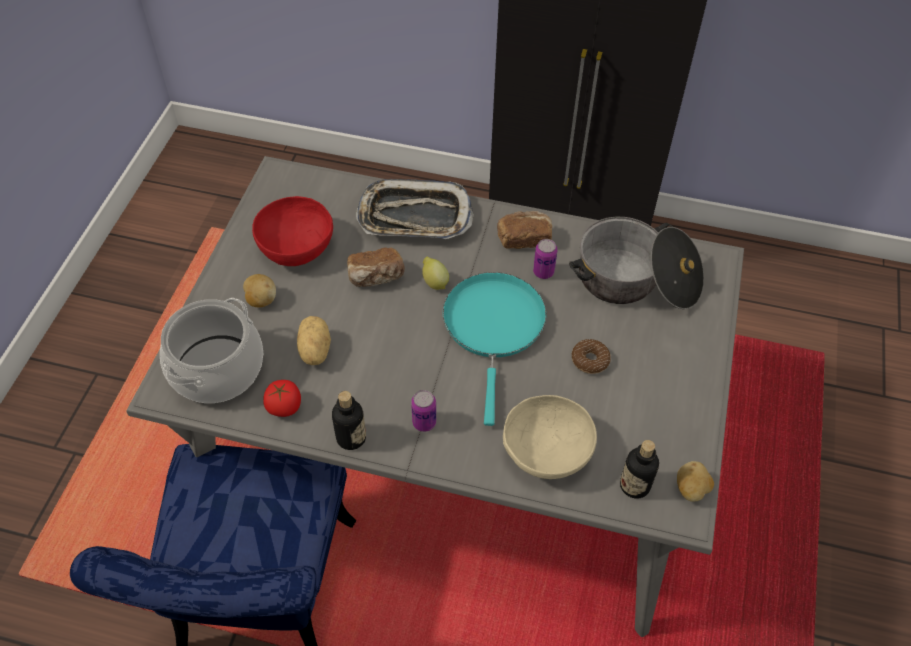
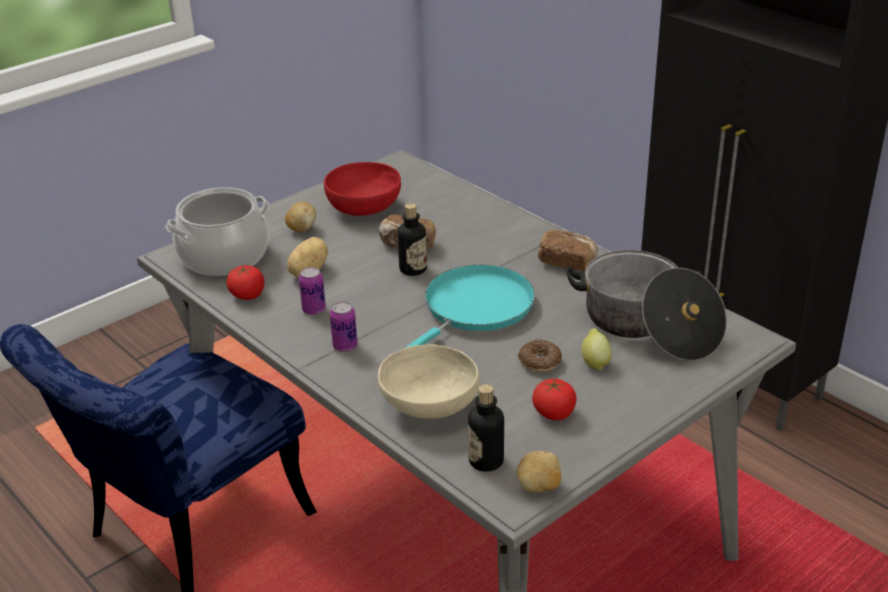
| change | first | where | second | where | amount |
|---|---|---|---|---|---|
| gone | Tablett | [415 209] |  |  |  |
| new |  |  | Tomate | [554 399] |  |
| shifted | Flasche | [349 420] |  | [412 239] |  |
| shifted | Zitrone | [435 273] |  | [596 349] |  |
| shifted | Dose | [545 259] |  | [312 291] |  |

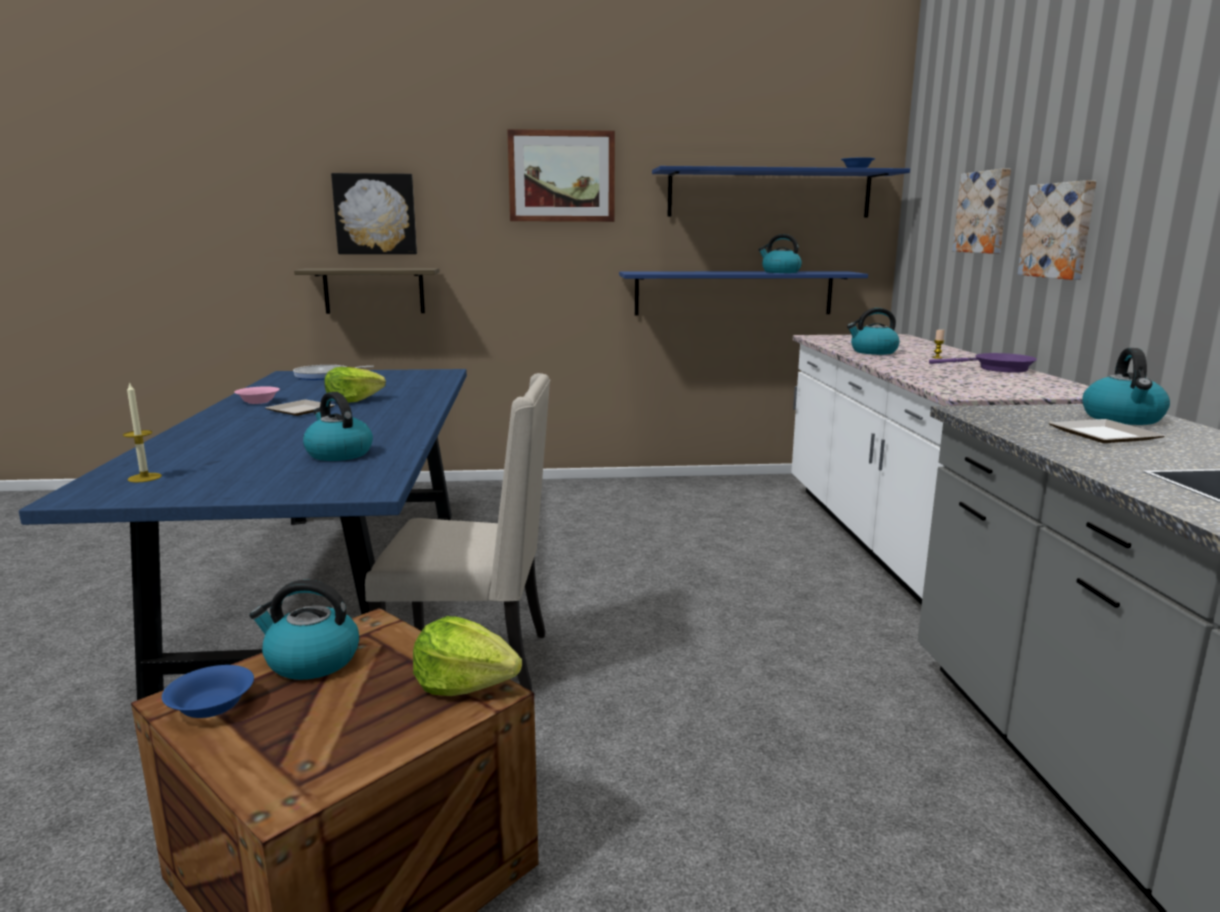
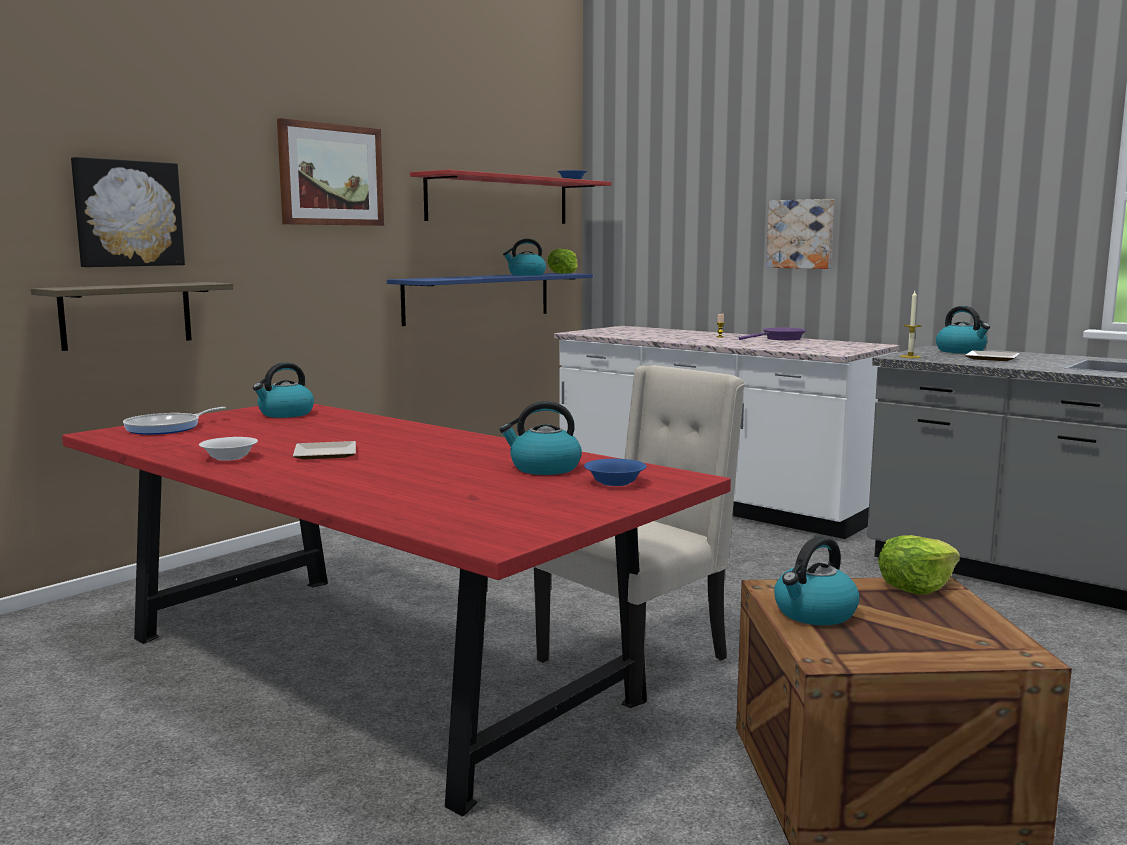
| change | first | where | second | where | amount |
|---|---|---|---|---|---|
| gone | Bild | [981 211] |  |  |  |
| shifted | Kerze | [142 432] |  | [911 324] |  |
| shifted | Schüssel [blau] | [208 691] |  | [615 472] |  |
| shifted | Salatkopf | [355 385] |  | [562 261] |  |
| shifted | Wasserkessel | [873 331] |  | [283 390] |  |
| repainted | Esstisch [blau] | [243 534] | Esstisch [rot] | [396 610] |  |
| repainted | Schüssel [rosa] | [257 395] | Schüssel [weiß] | [228 449] |  |
| repainted | Wandregal [blau] | [781 192] | Wandregal [rot] | [511 197] |  |

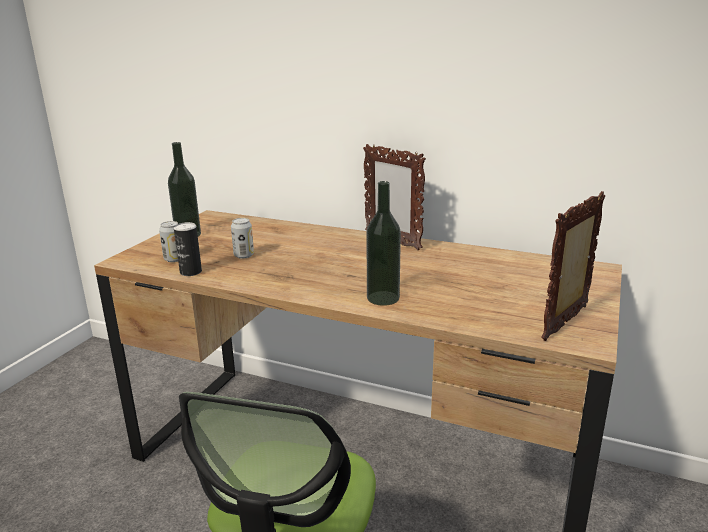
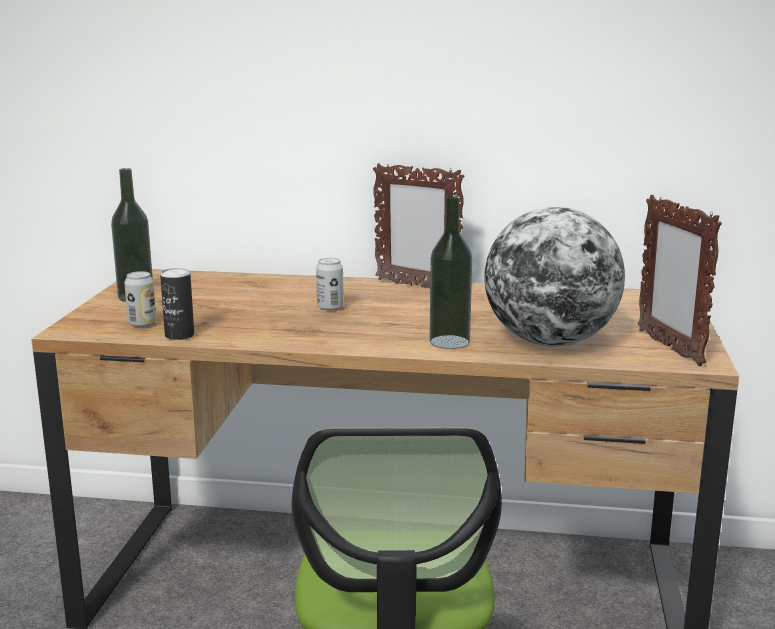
| change | first | where | second | where | amount |
|---|---|---|---|---|---|
| new |  |  | Globus | [554 276] |  |
| shifted | Dose | [242 238] |  | [330 284] |  |
| rotated | Bilderrahmen | [573 266] |  | [680 280] | 45 degrees counterclockwise |

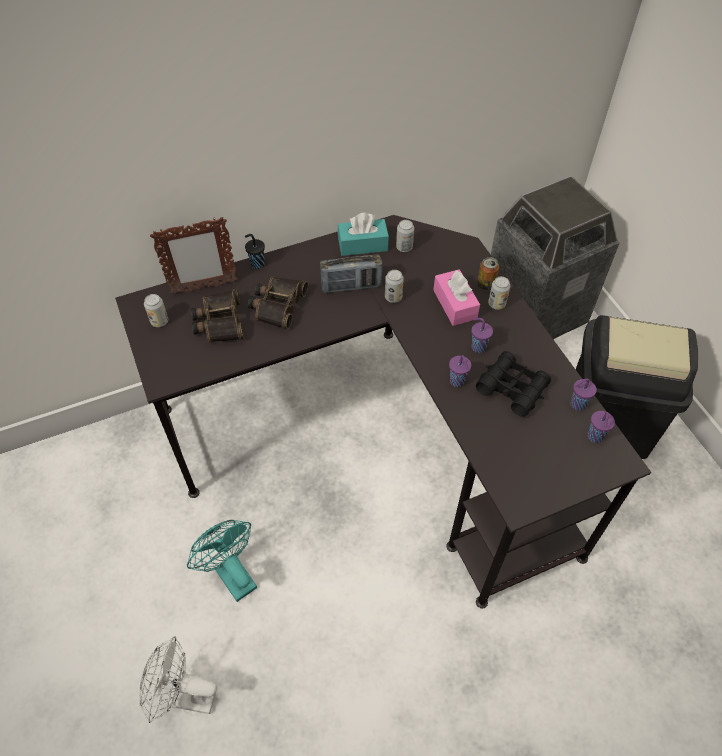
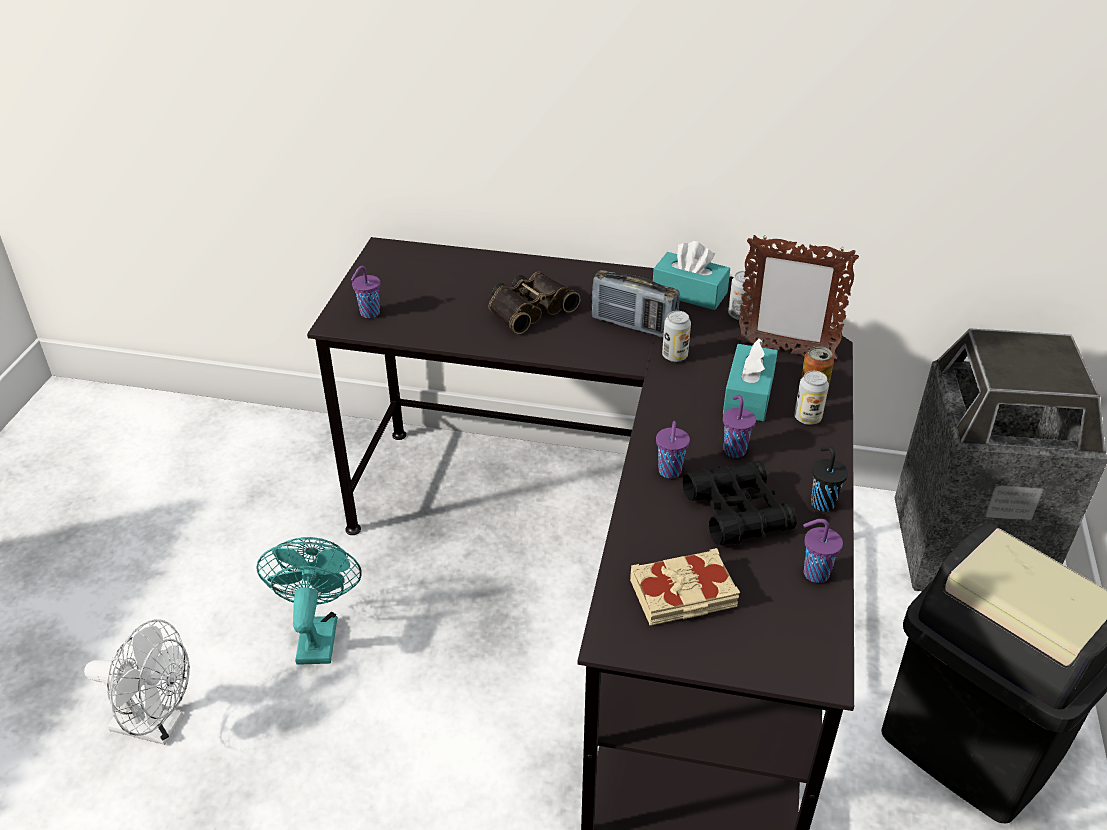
| change | first | where | second | where | amount |
|---|---|---|---|---|---|
| gone | Dose | [156 310] |  |  |  |
| gone | Fernglas | [217 315] |  |  |  |
| new |  |  | Buch [beige] | [685 587] |  |
| shifted | Bilderrahmen | [194 256] |  | [798 297] |  |
| shifted | Tasse [schwarz] | [255 251] |  | [829 479] |  |
| shifted | Tasse [lila] | [601 427] |  | [366 292] |  |
| repainted | Taschentuchbox [rosa] | [456 297] | Taschentuchbox [türkis] | [750 379] |  |
| rotated | Ventilator [weiß] | [178 679] |  | [137 682] | 150 degrees clockwise |

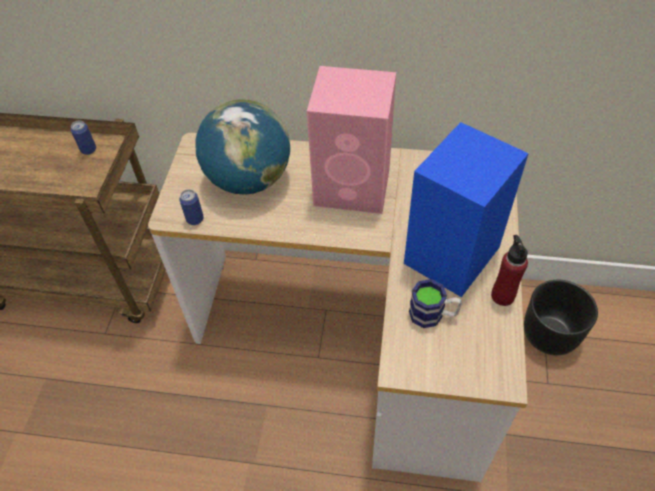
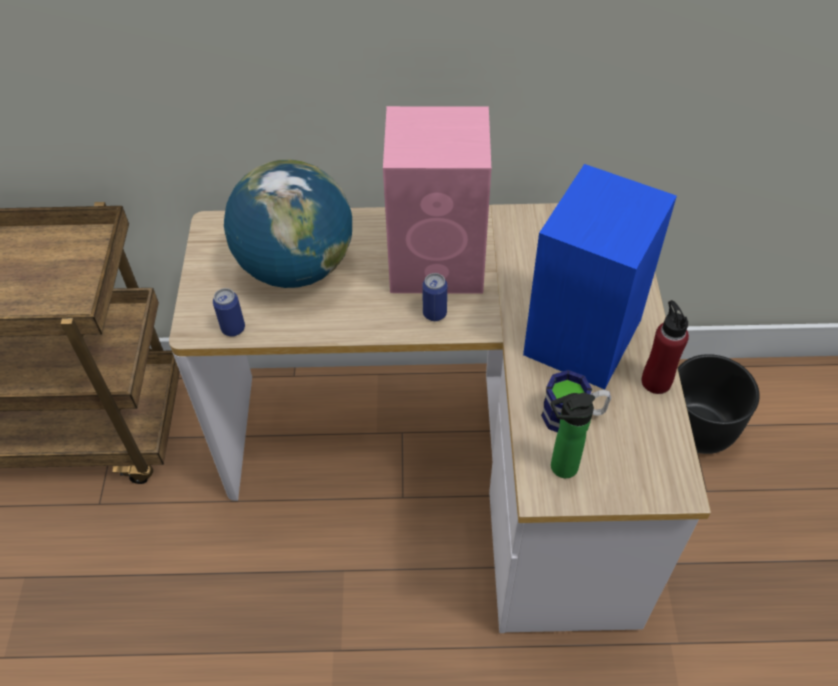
| change | first | where | second | where | amount |
|---|---|---|---|---|---|
| new |  |  | Flasche | [573 435] |  |
| shifted | Dose | [83 137] |  | [434 297] |  |

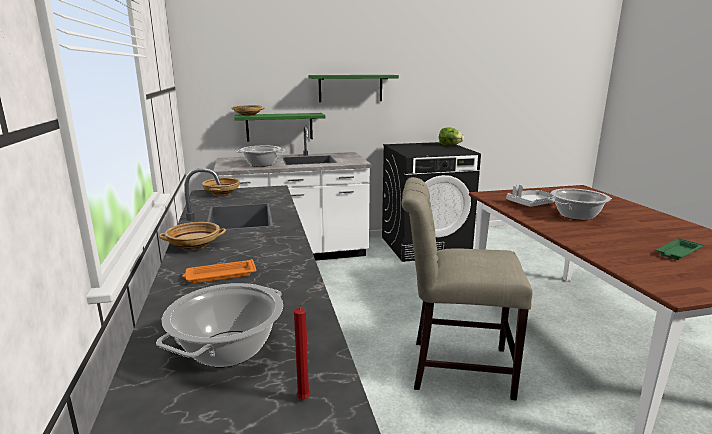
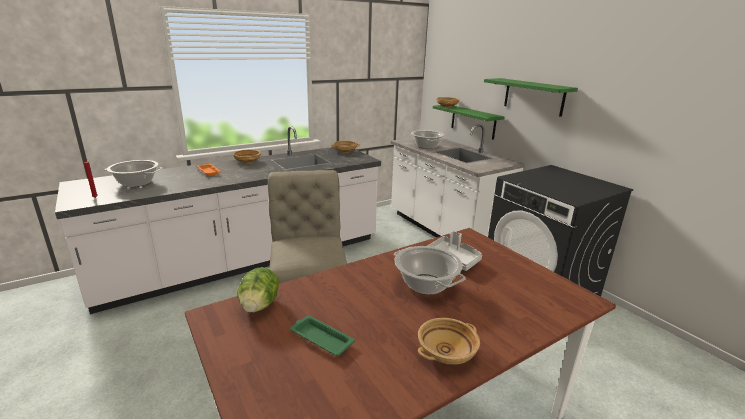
| change | first | where | second | where | amount |
|---|---|---|---|---|---|
| new |  |  | Schüssel [beige] | [449 341] |  |
| shifted | Salatkopf | [451 136] |  | [258 290] |  |

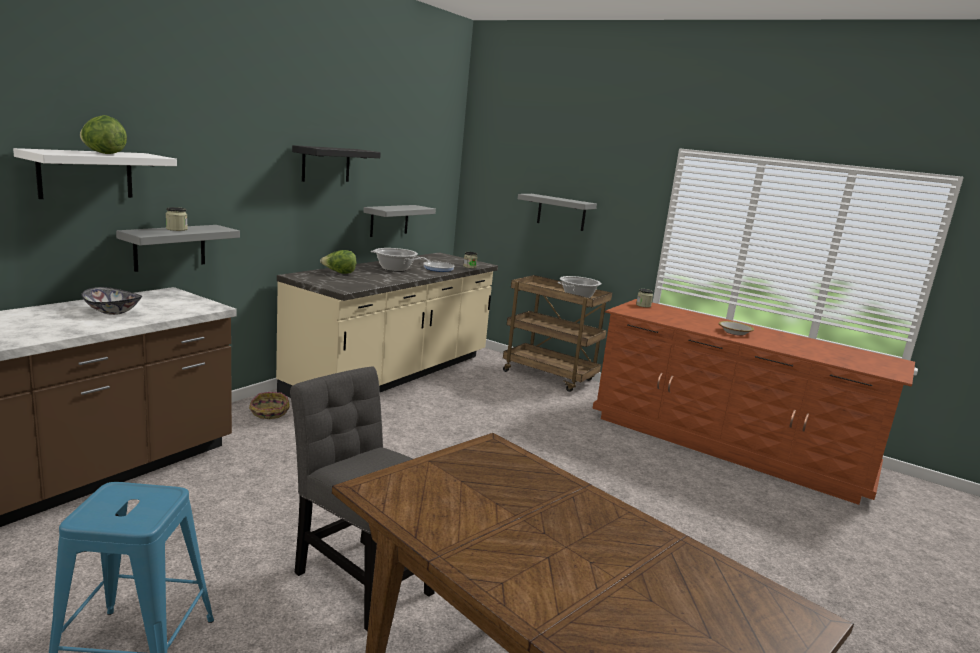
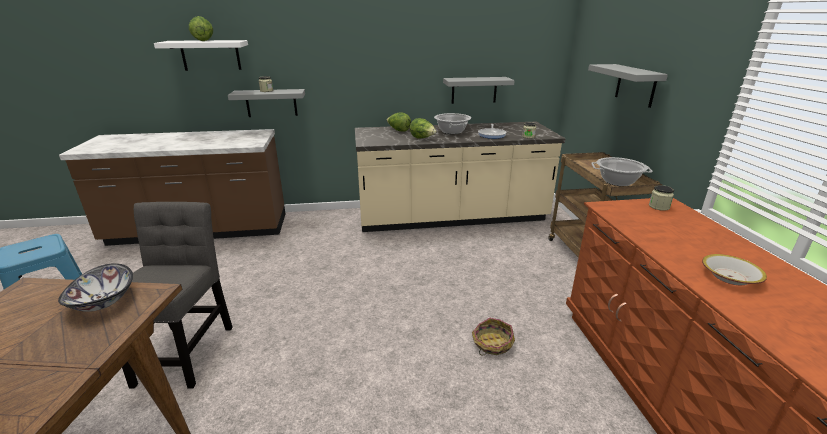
| change | first | where | second | where | amount |
|---|---|---|---|---|---|
| gone | Wandregal [schwarz] | [336 163] |  |  |  |
| new |  |  | Salatkopf | [423 128] |  |
| shifted | Schüssel | [111 301] |  | [95 287] |  |
| shifted | Korb | [269 405] |  | [493 336] |  |

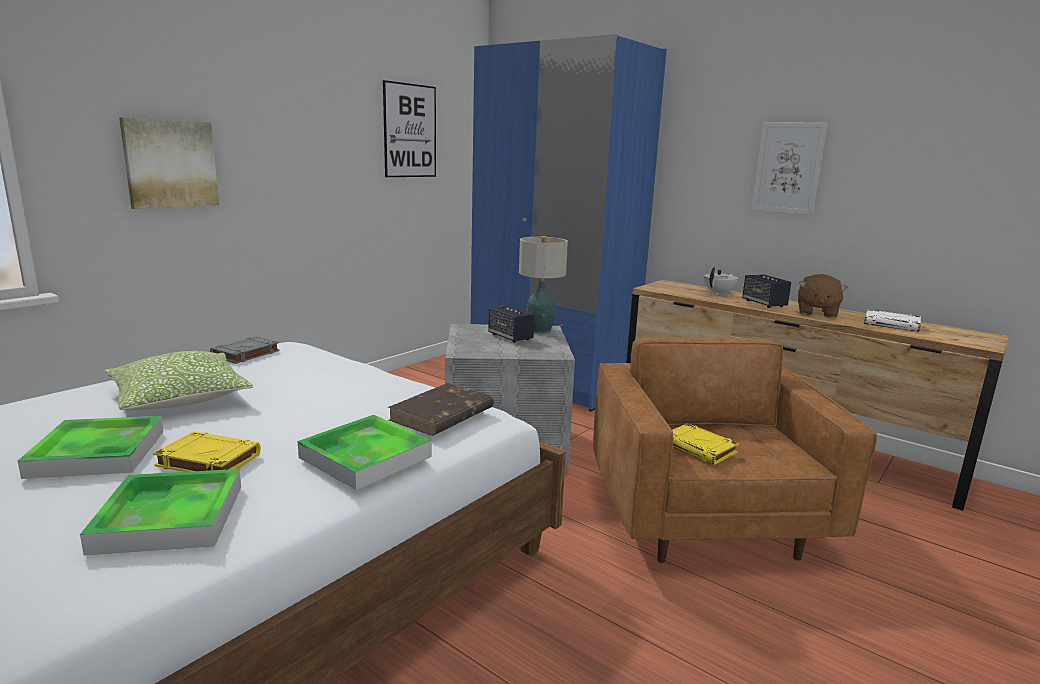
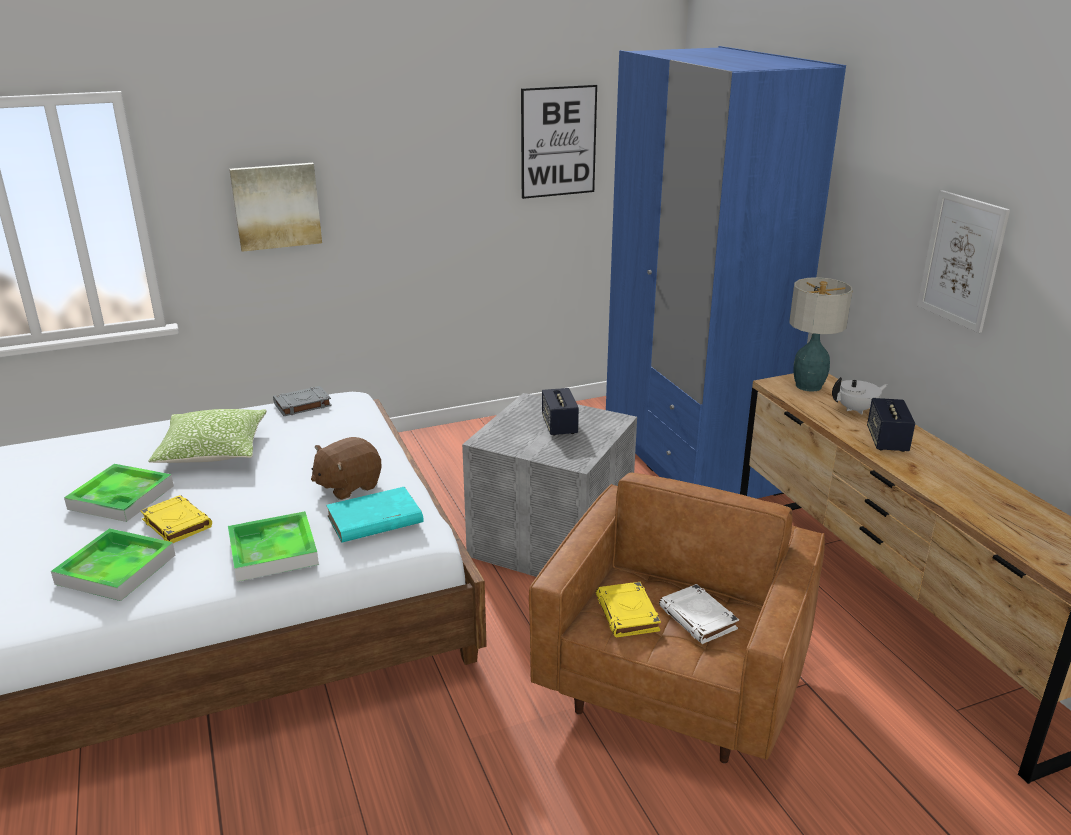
| change | first | where | second | where | amount |
|---|---|---|---|---|---|
| shifted | Tischlampe | [543 284] |  | [820 334] |  |
| shifted | Plüschtier [braun] | [823 296] |  | [346 468] |  |
| shifted | Buch [weiß] | [892 320] |  | [699 614] |  |
| repainted | Buch [braun] | [441 409] | Buch [türkis] | [375 515] |  |

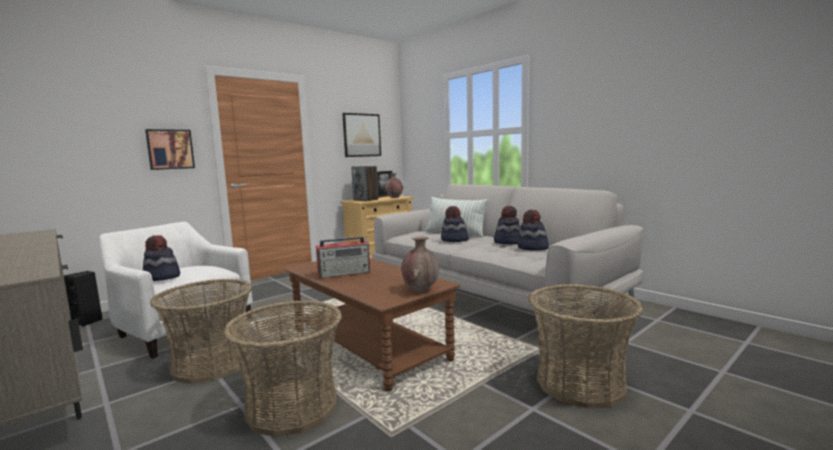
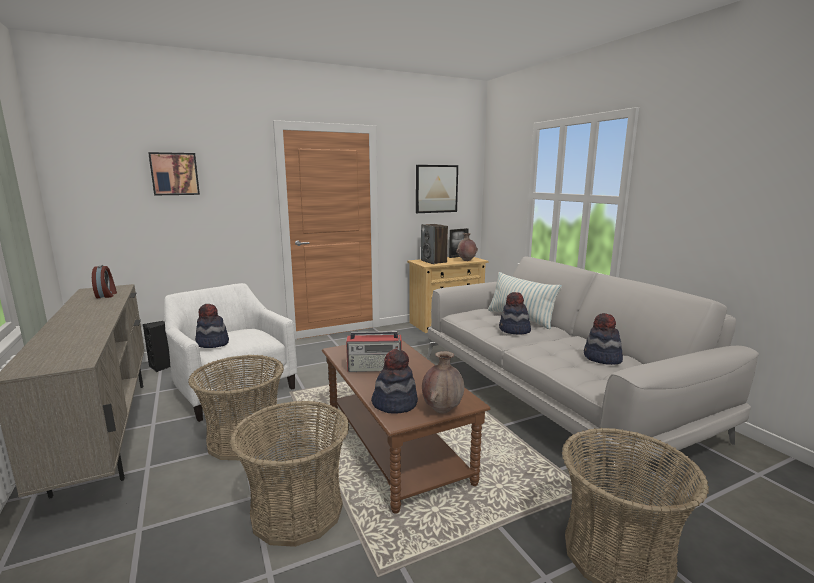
| change | first | where | second | where | amount |
|---|---|---|---|---|---|
| new |  |  | Wecker | [104 281] |  |
| shifted | Bild | [170 149] |  | [174 173] |  |
| shifted | Hut | [507 225] |  | [394 381] |  |

